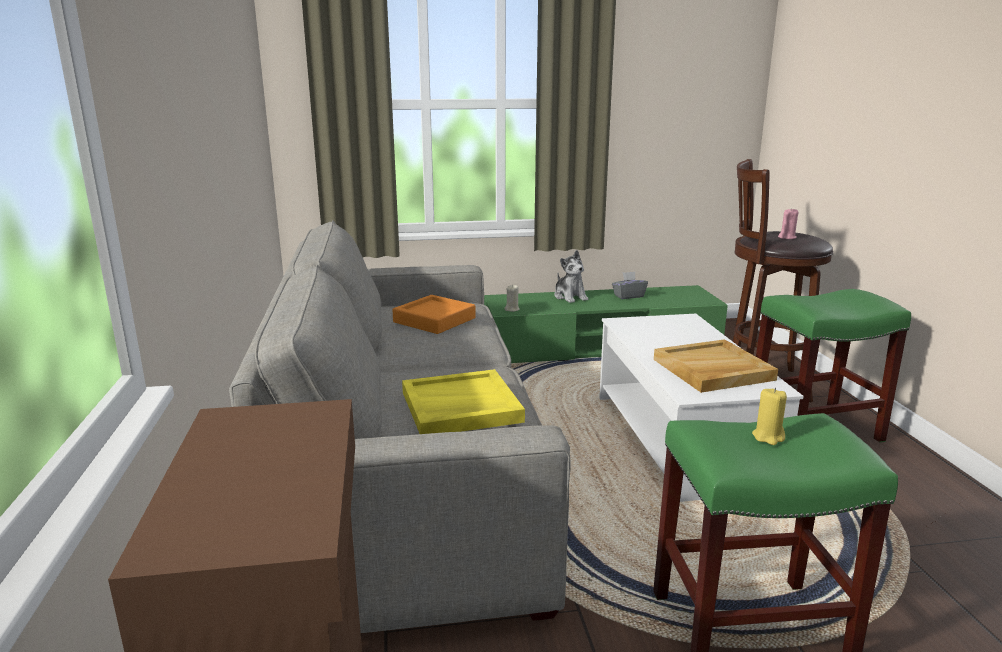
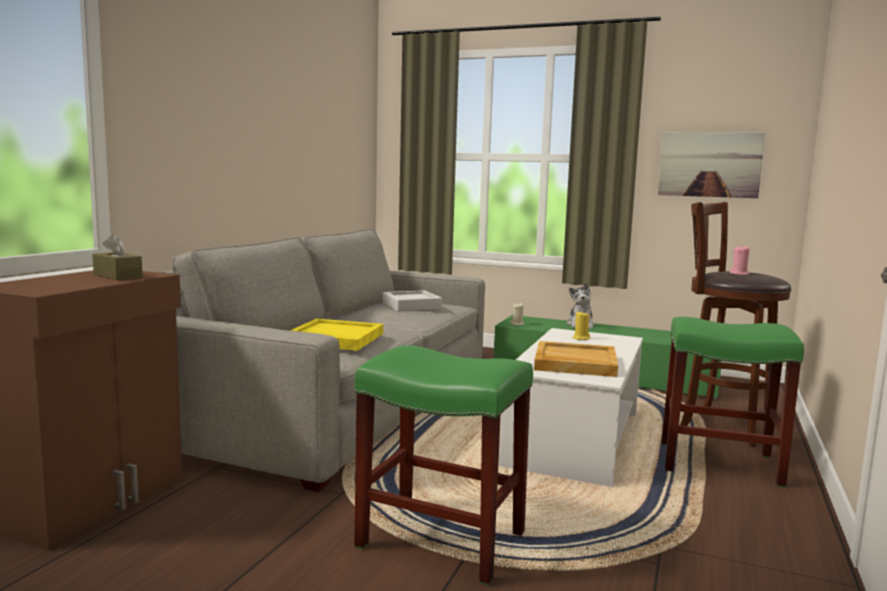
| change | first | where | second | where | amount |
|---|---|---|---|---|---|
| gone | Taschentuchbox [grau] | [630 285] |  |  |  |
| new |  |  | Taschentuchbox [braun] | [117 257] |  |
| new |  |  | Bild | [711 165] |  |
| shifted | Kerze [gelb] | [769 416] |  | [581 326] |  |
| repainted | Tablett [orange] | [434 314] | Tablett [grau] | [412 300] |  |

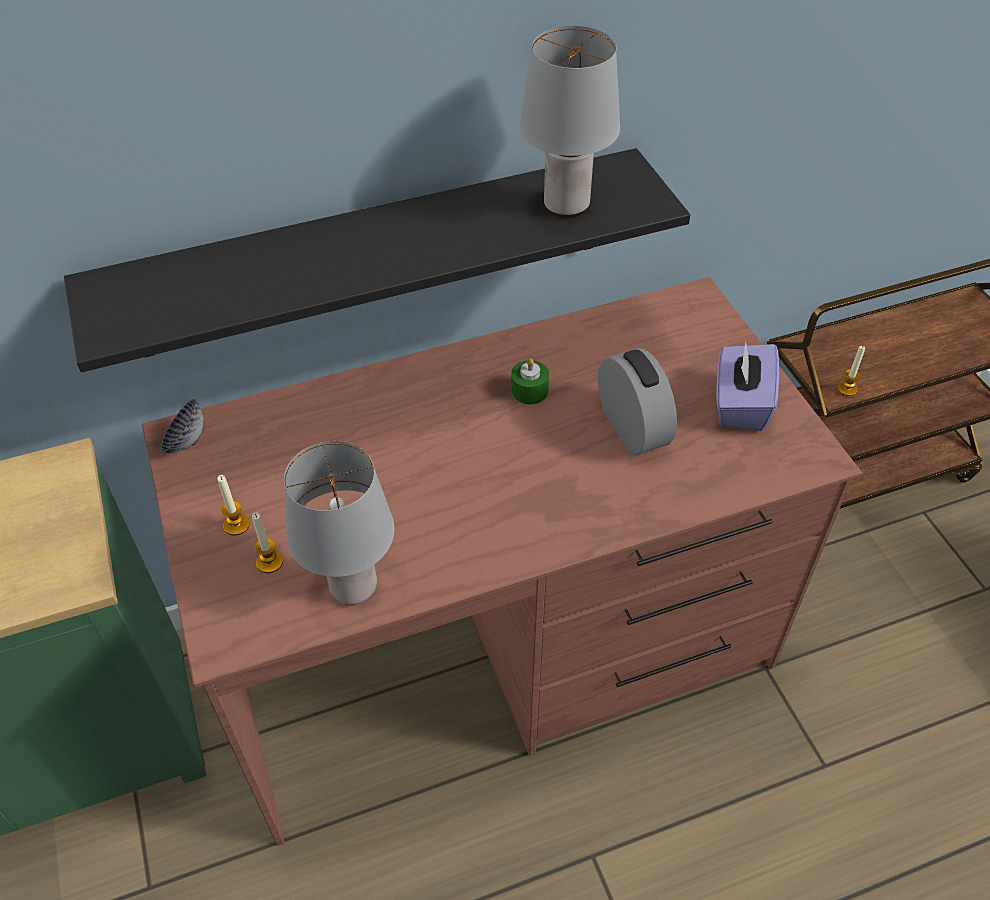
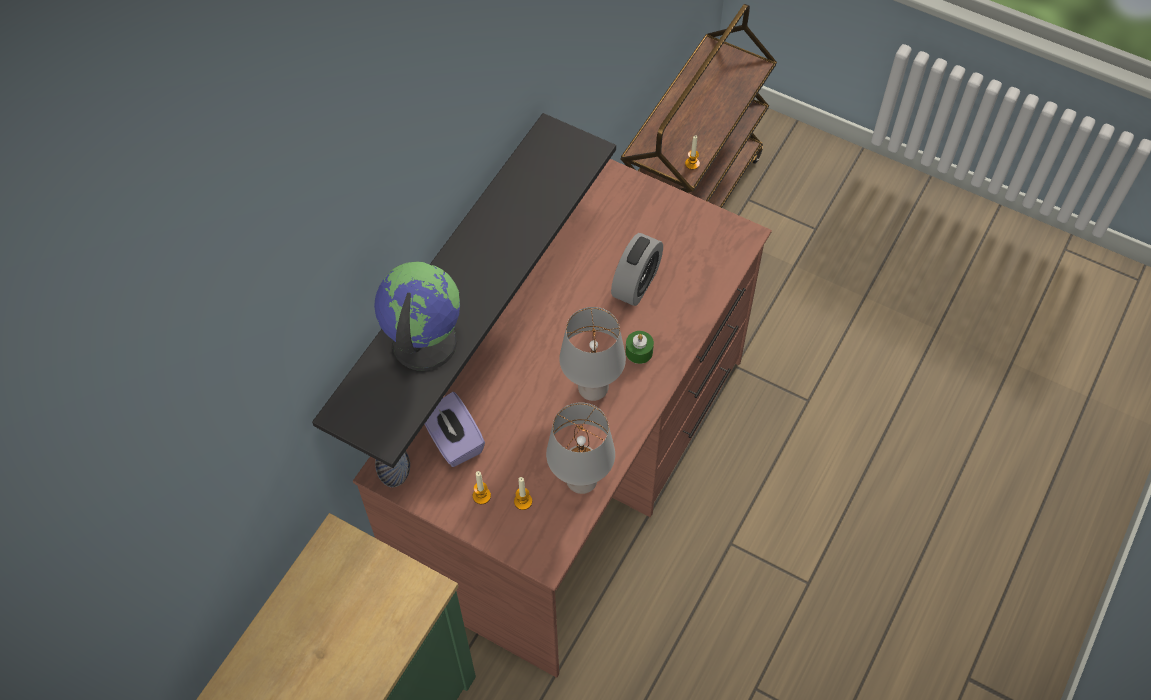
| change | first | where | second | where | amount |
|---|---|---|---|---|---|
| new |  |  | Globus | [417 316] |  |
| shifted | Kerze [grün] | [530 381] |  | [640 347] |  |
| shifted | Tischlampe [grau] | [569 122] |  | [592 354] |  |
| shifted | Taschentuchbox [lila] | [747 386] |  | [455 429] |  |
| rotated | Wecker | [637 401] |  | [637 269] | 90 degrees clockwise |

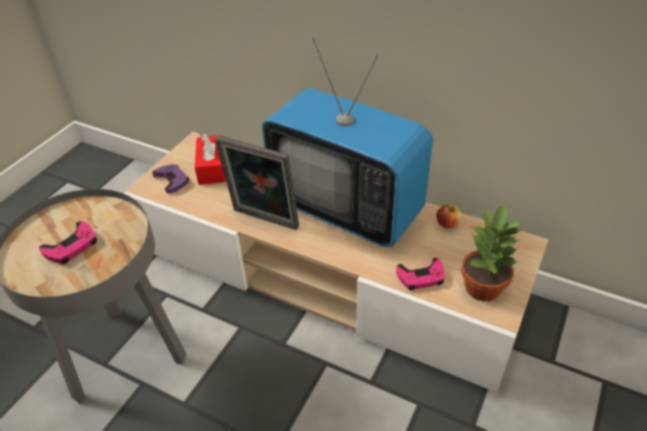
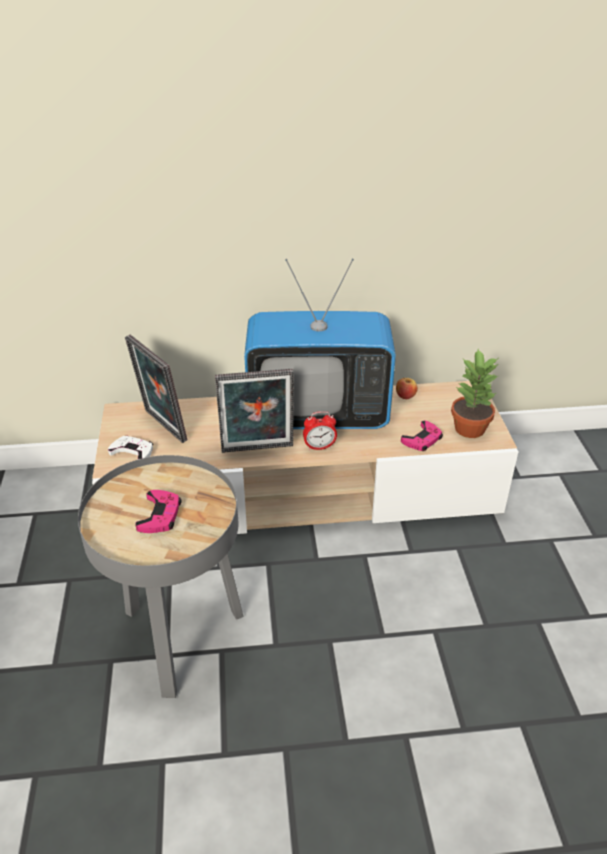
| change | first | where | second | where | amount |
|---|---|---|---|---|---|
| new |  |  | Wecker | [320 431] |  |
| swapped | Taschentuchbox [rot] | [210 159] | Bilderrahmen | [156 389] |  |
| repainted | Gamepad [lila] | [170 179] | Gamepad [weiß] | [130 447] |  |

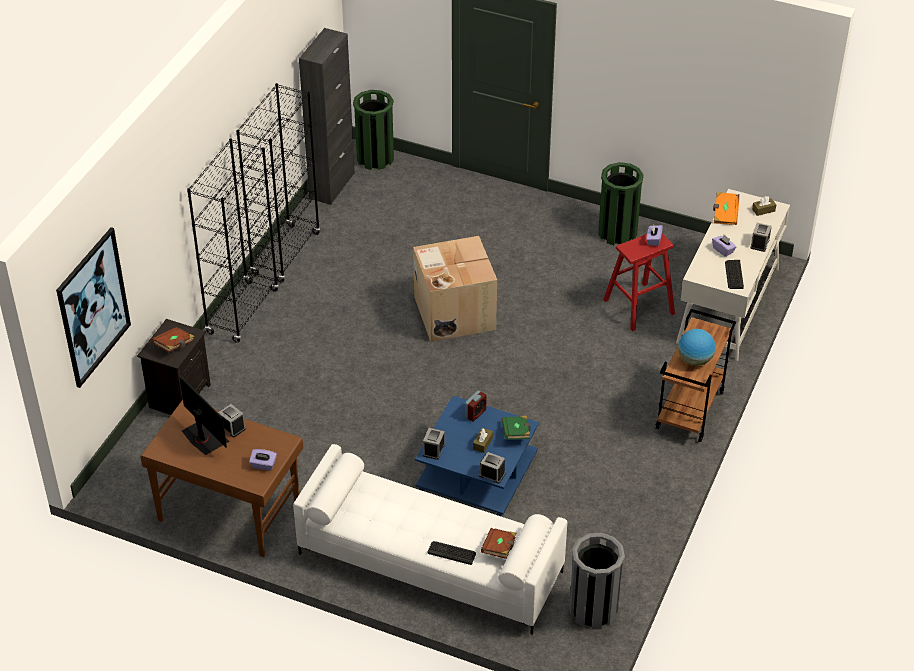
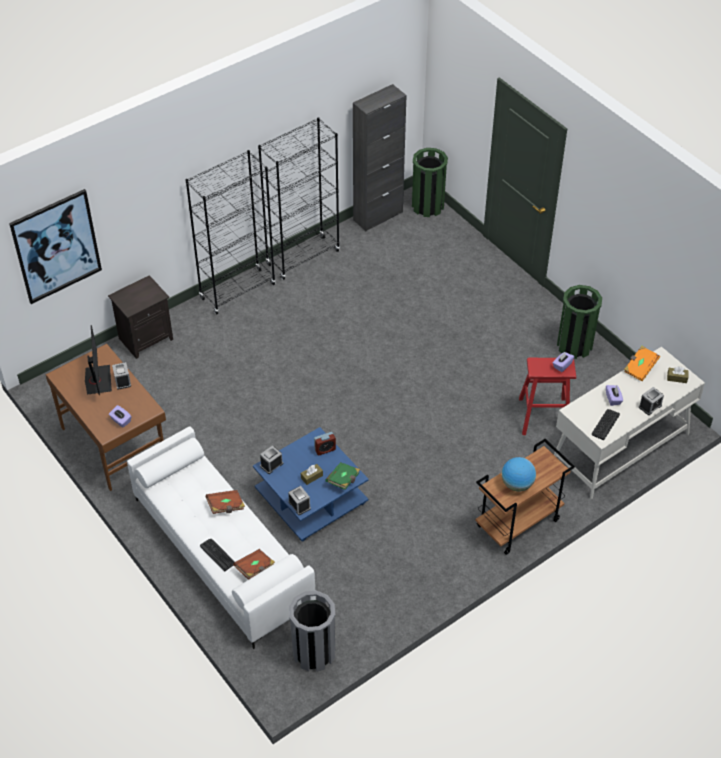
| change | first | where | second | where | amount |
|---|---|---|---|---|---|
| gone | Karton | [455 289] |  |  |  |
| shifted | Buch [braun] | [173 339] |  | [225 502] |  |

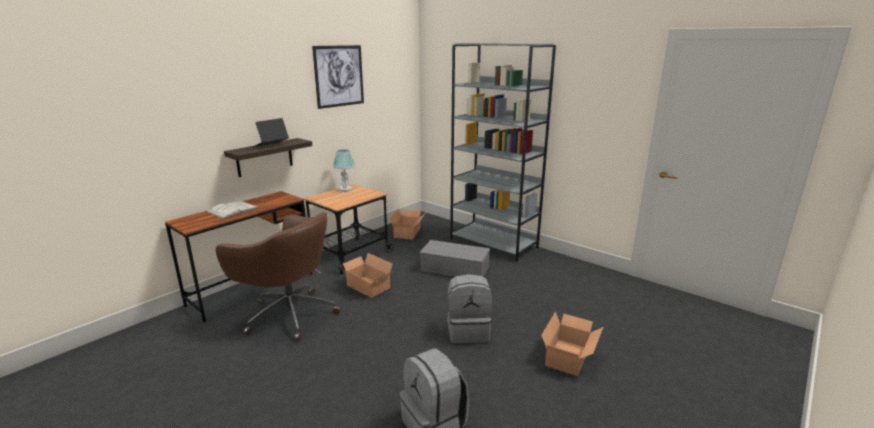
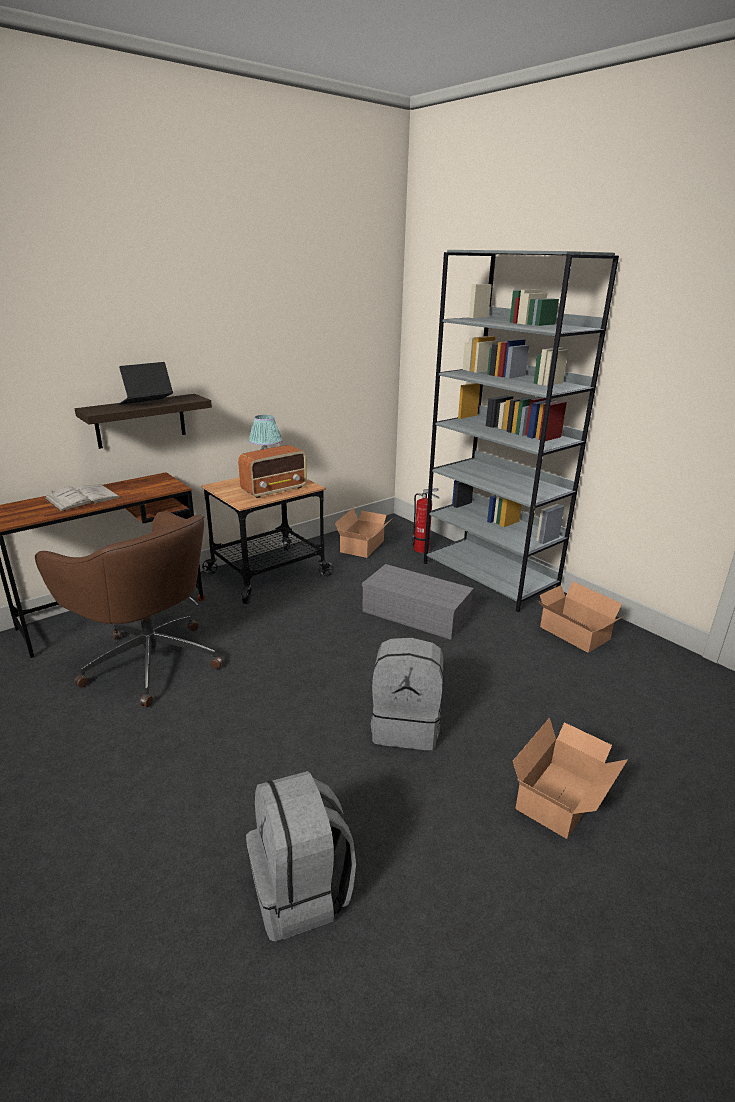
| change | first | where | second | where | amount |
|---|---|---|---|---|---|
| gone | Bild | [338 77] |  |  |  |
| new |  |  | Radio | [272 471] |  |
| new |  |  | Feuerlöscher | [425 520] |  |
| shifted | Karton | [365 275] |  | [581 617] |  |

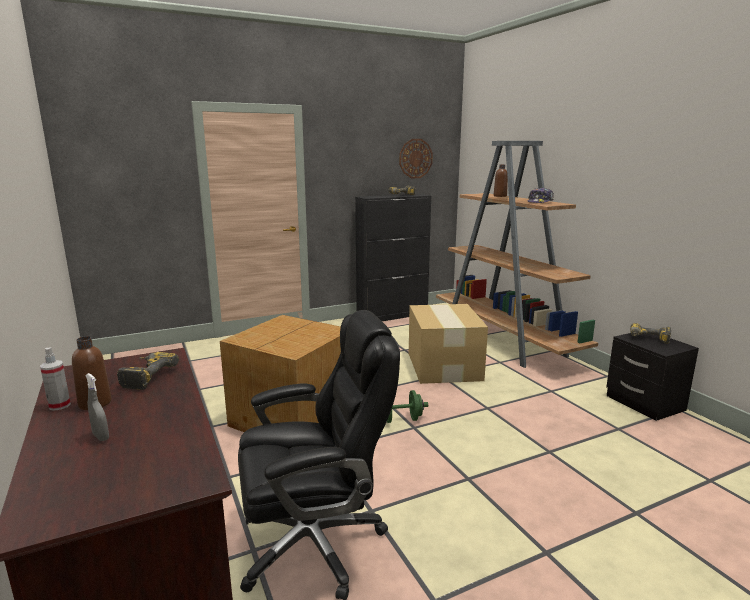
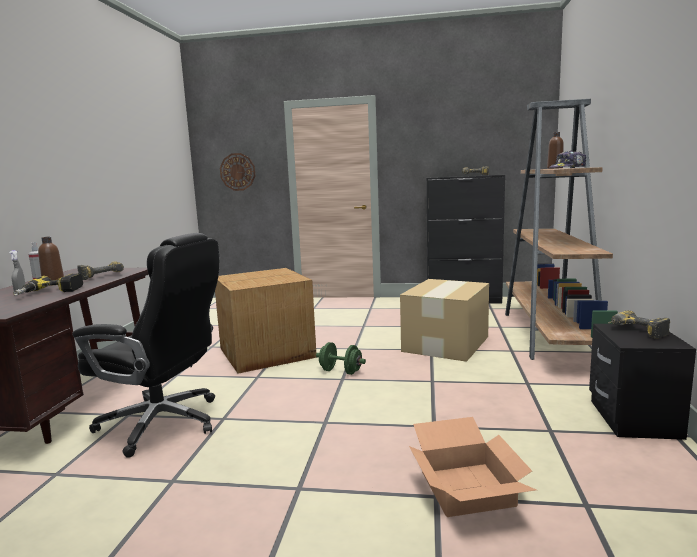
| change | first | where | second | where | amount |
|---|---|---|---|---|---|
| new |  |  | Bohrmaschine | [48 285] |  |
| new |  |  | Karton | [473 467] |  |
| shifted | Wanduhr | [416 158] |  | [237 172] |  |

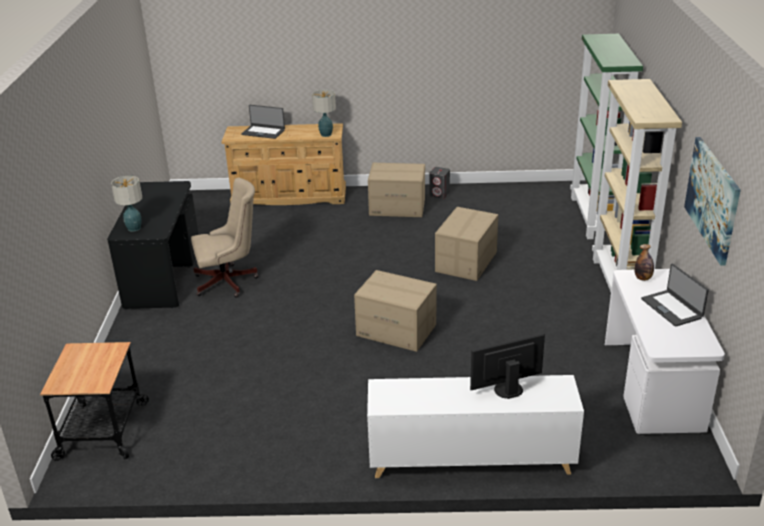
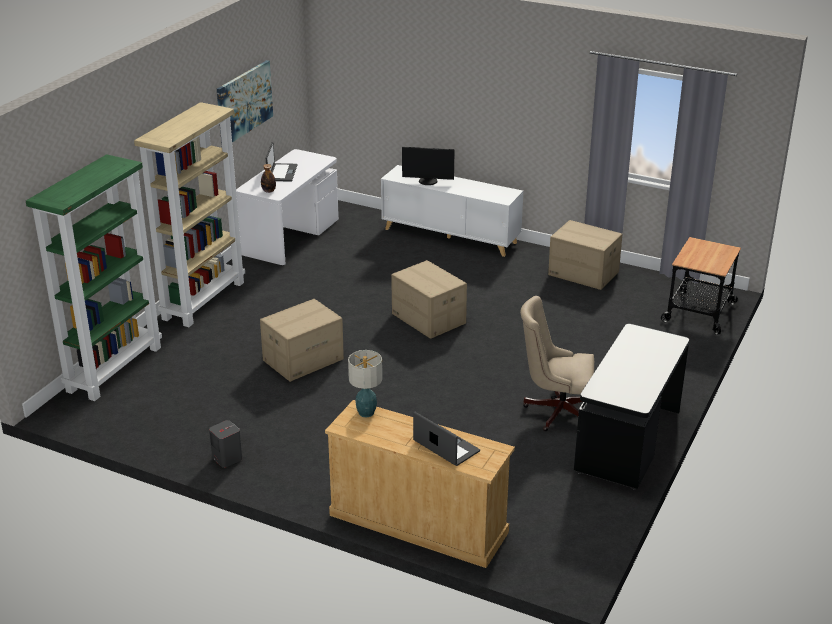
| change | first | where | second | where | amount |
|---|---|---|---|---|---|
| gone | Tischlampe | [126 204] |  |  |  |
| shifted | Karton | [396 190] |  | [585 255] |  |

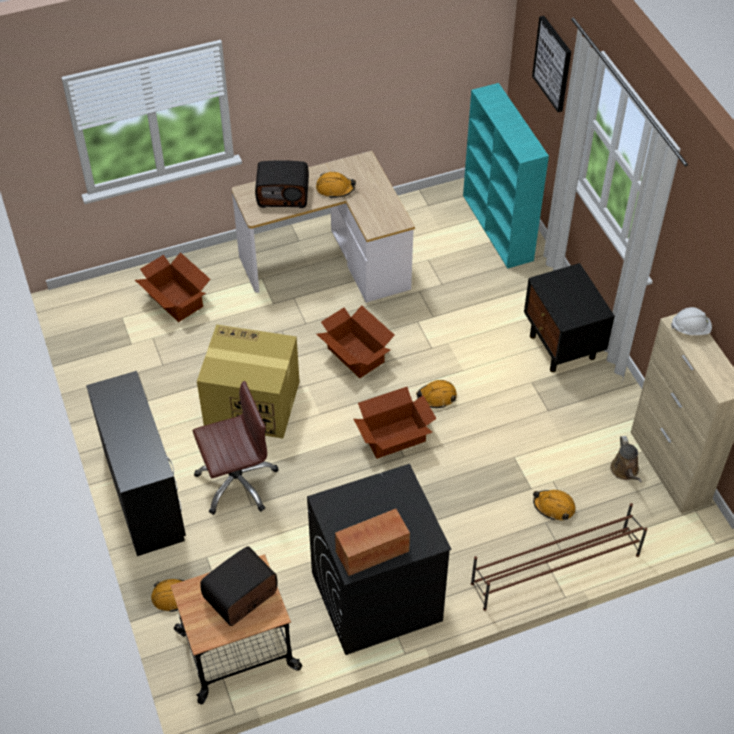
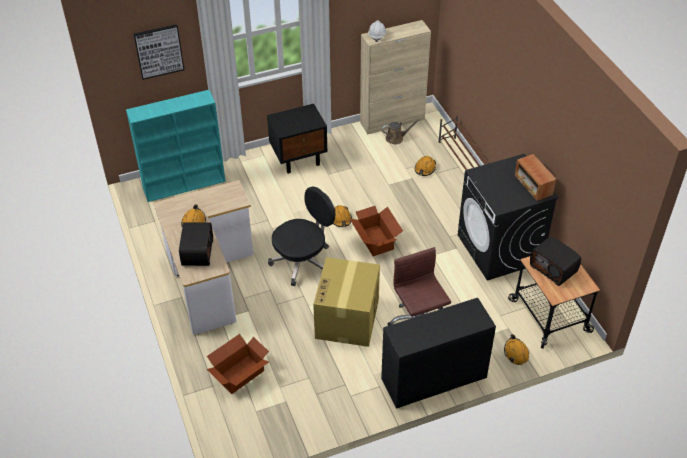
| change | first | where | second | where | amount |
|---|---|---|---|---|---|
| swapped | Karton | [356 341] | Bürostuhl [schwarz] | [301 236] |  |

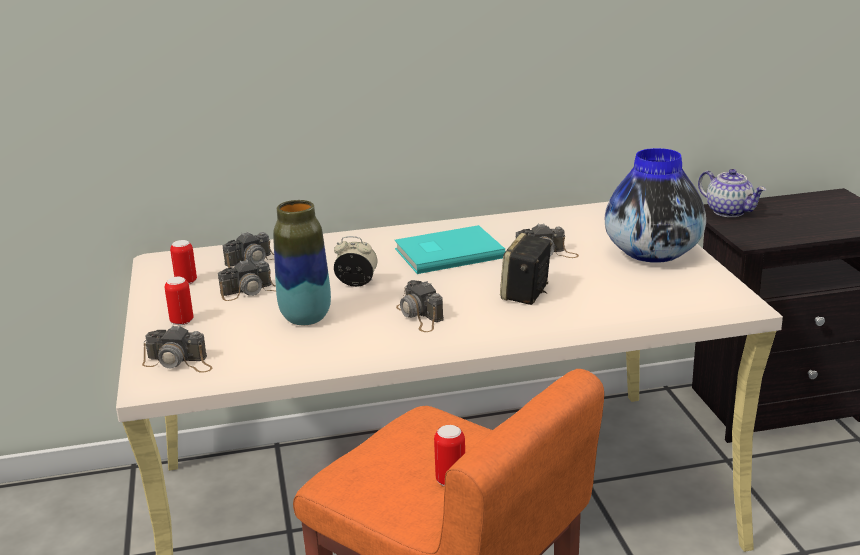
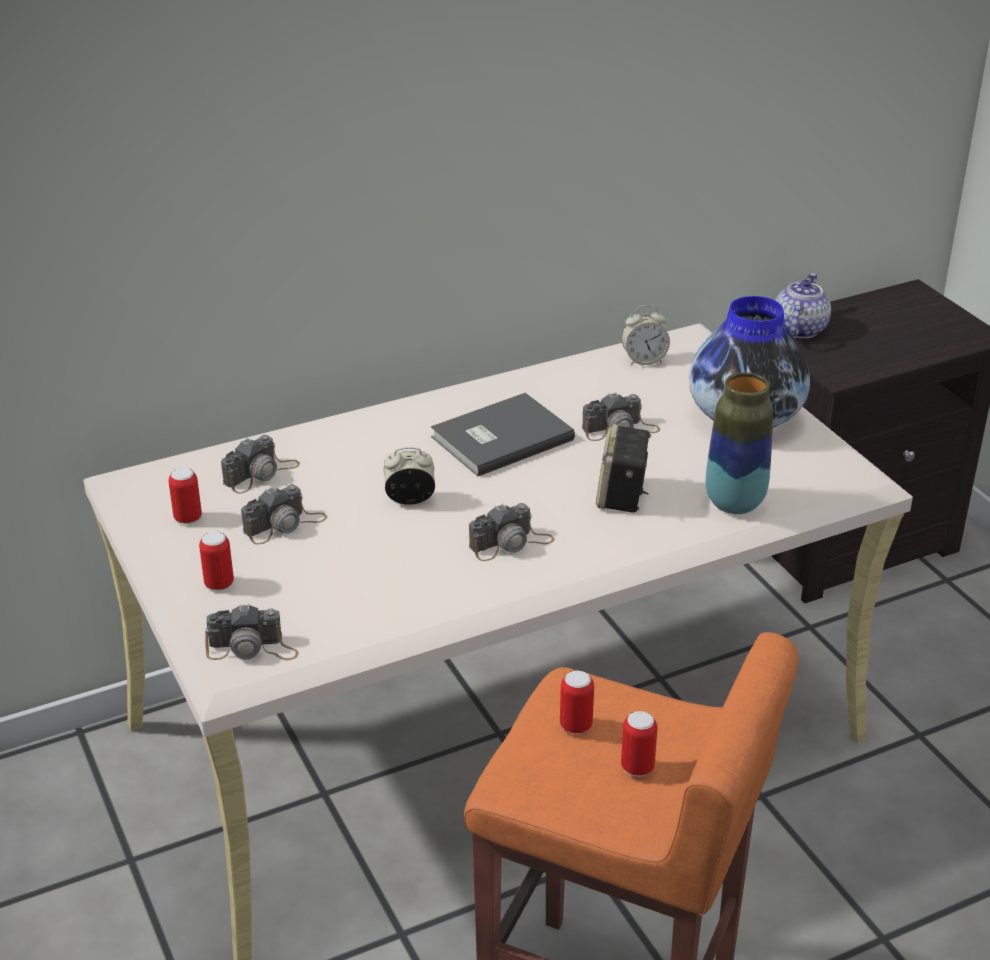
| change | first | where | second | where | amount |
|---|---|---|---|---|---|
| new |  |  | Dose | [577 702] |  |
| new |  |  | Wecker | [645 335] |  |
| shifted | Vase | [302 262] |  | [739 443] |  |
| repainted | Buch [türkis] | [450 249] | Buch [grau] | [503 434] |  |
| rotated | Kamera | [420 306] |  | [512 532] | 75 degrees counterclockwise |
| rotated | Teekanne | [732 193] |  | [803 306] | 105 degrees counterclockwise |

